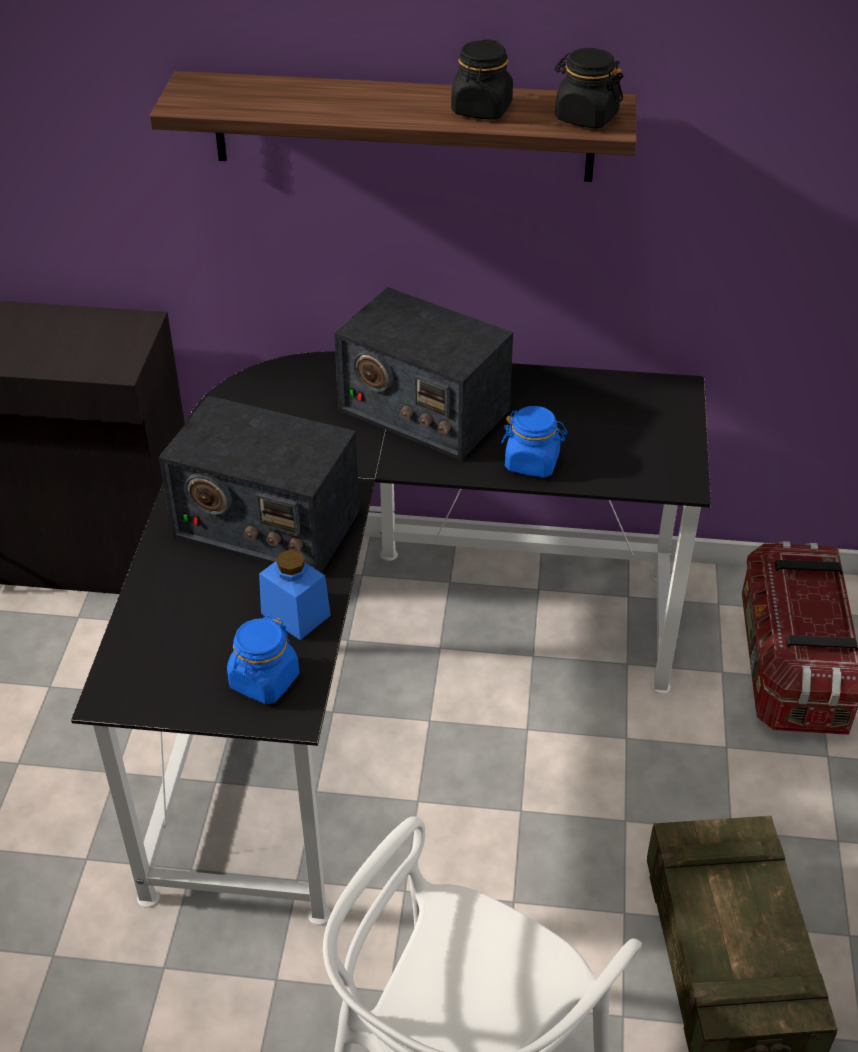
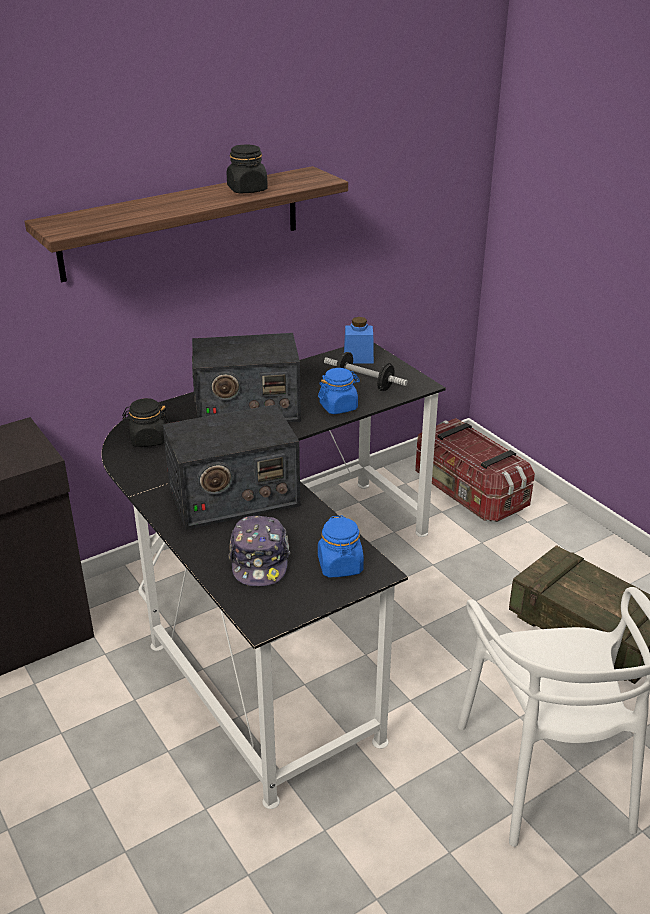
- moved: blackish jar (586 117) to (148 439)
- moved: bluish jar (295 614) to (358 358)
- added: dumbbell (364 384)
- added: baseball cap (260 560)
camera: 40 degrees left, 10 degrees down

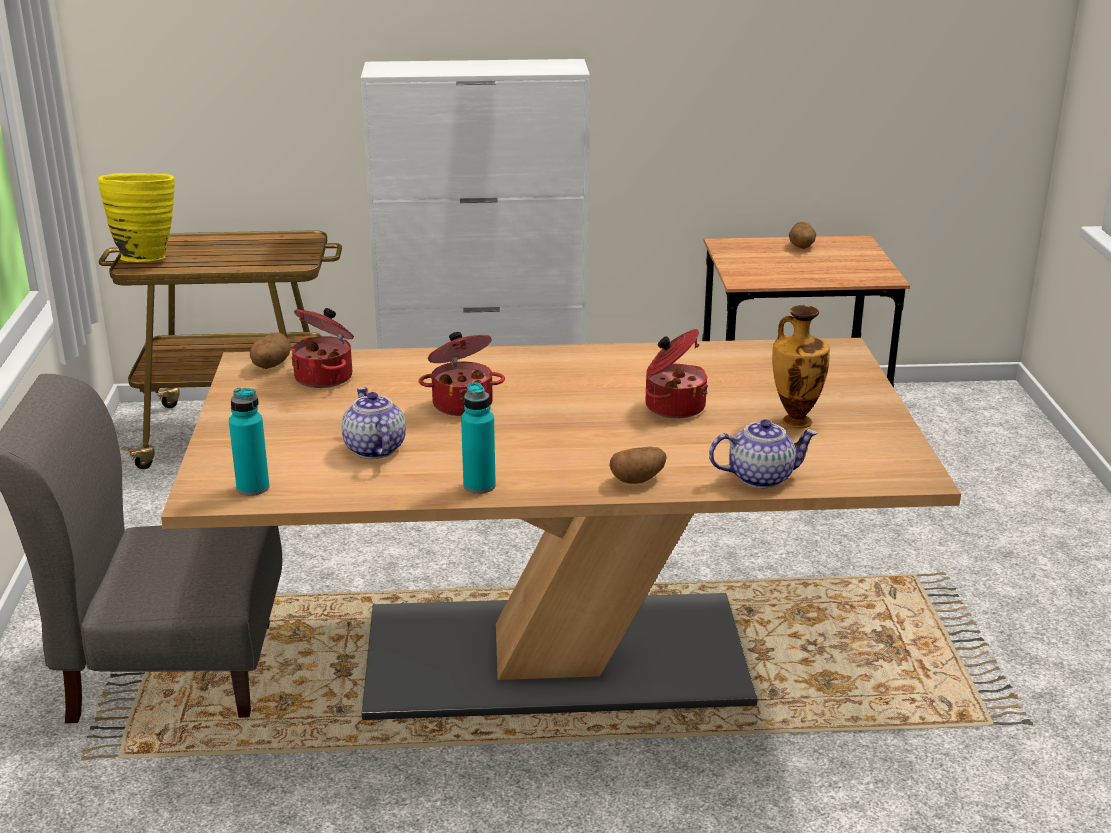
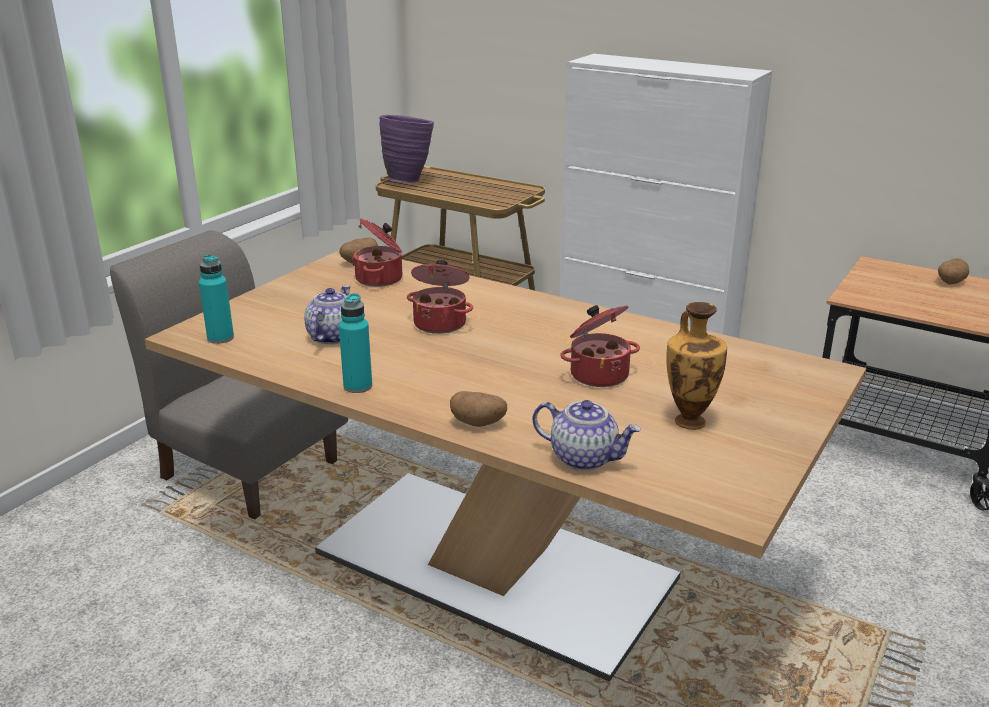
- recoloured: yellow-coloured flower vase (146 257) to purple-coloured flower vase (408 180)
camera: 35 degrees right, 0 degrees up

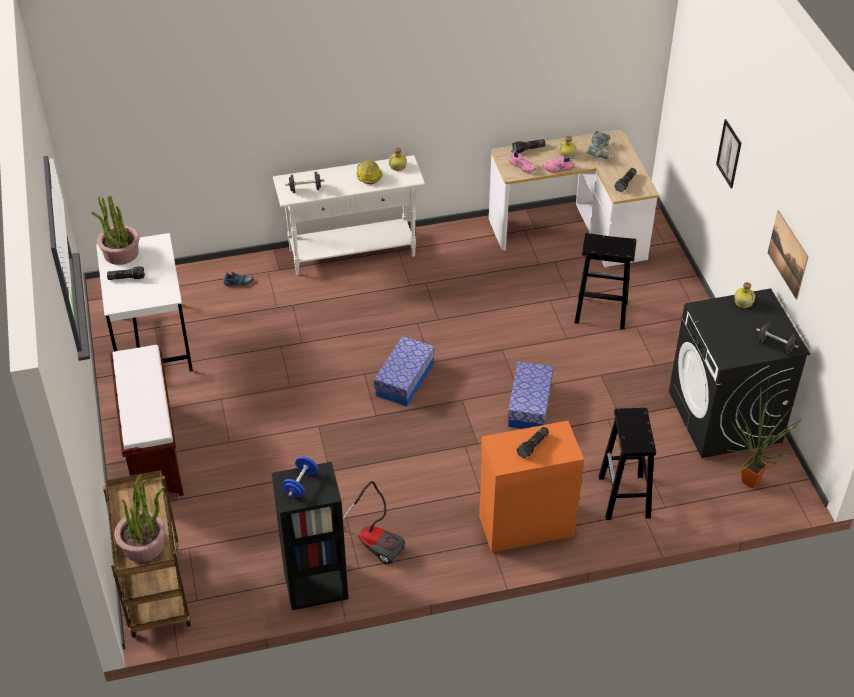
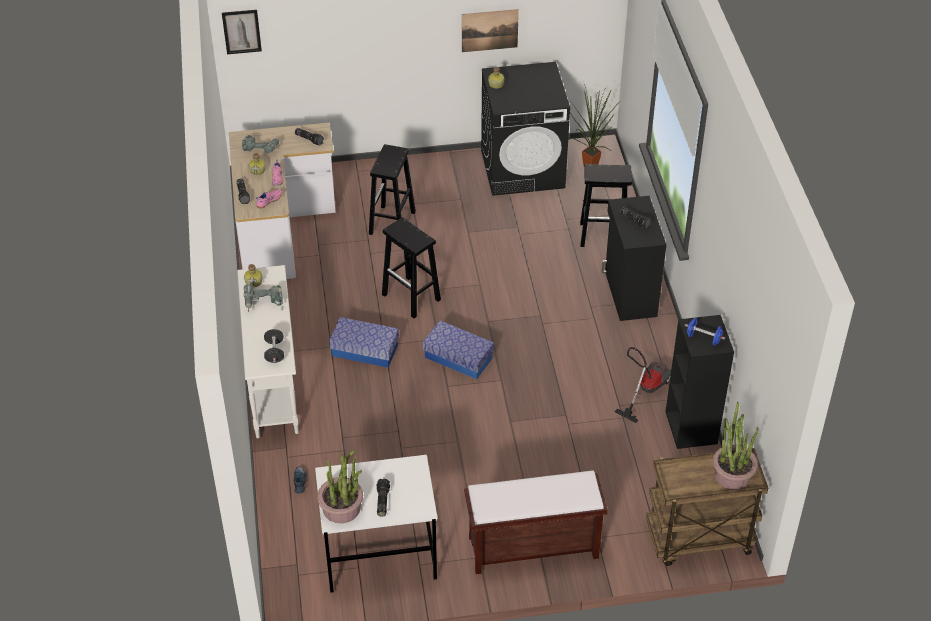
- moved: wall art (729 153) to (241 31)
- replaced: hard hat (368 176) to power drill (264 304)
- removed: blackish dumbbell (775 345)
- moved: storage bin (529 405) to (365 350)
- recoloured: orange-coloured cupboard (525 525) to blackish cupboard (629 294)
- added: blackish stool seat (412 298)
camera: 85 degrees left, 0 degrees up

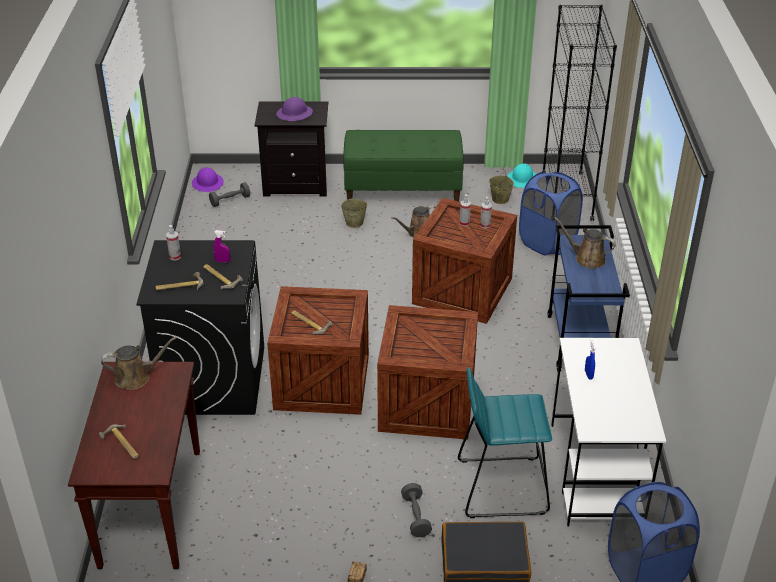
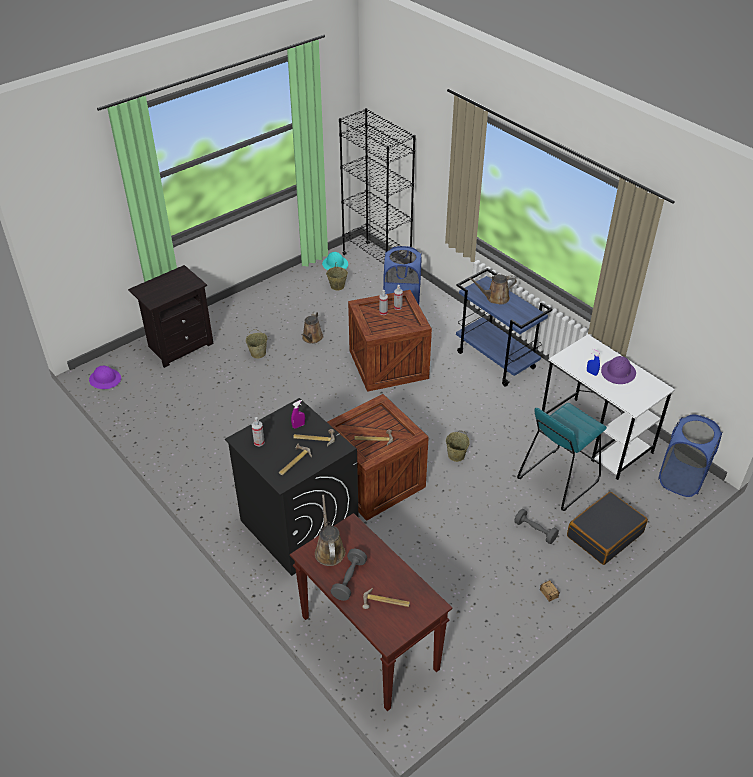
- moved: purple-coloured hard hat (294 114) to (618 373)
- removed: green long seat (403 190)
- moved: gray dumbbell (230 201) to (349 580)
- replaced: crate (425 405) to beige water bucket (456 455)
- turned: brown-coloured watering can (136 377) = (329 550) 45 degrees counterclockwise
camera: 40 degrees left, 5 degrees up

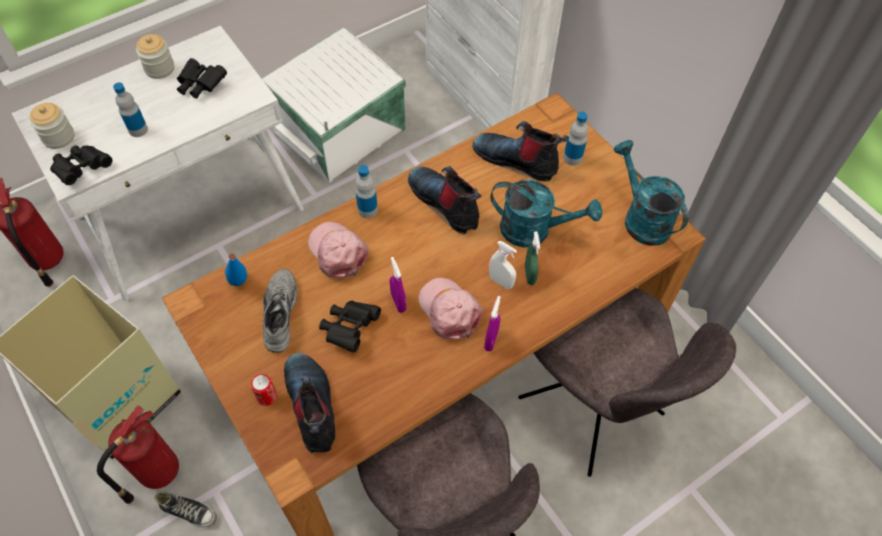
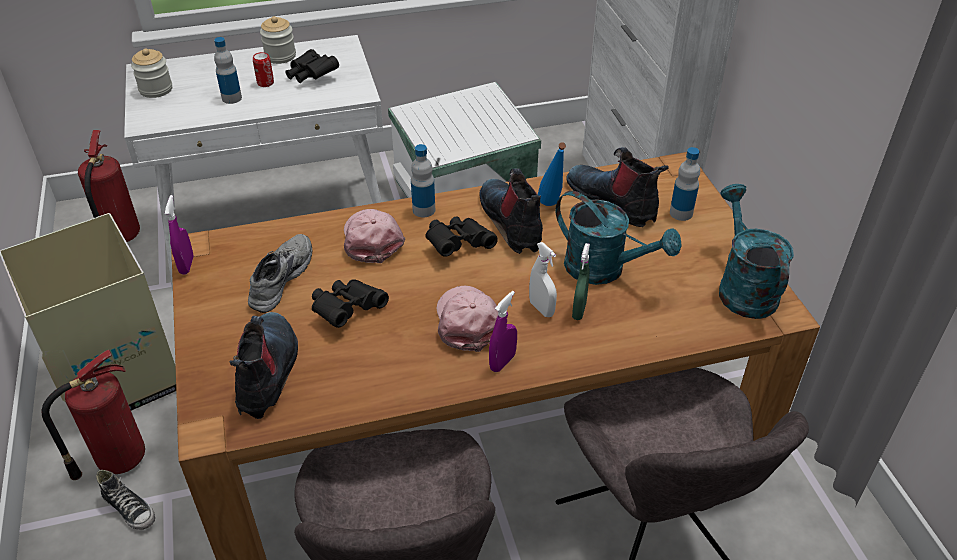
- moved: blackish binoculars (82 169) to (458 245)
- moved: bluish bottle (242 287) to (551 207)
- moved: purple-coloured sprayer (398 302) to (186 265)
- moved: metal can (267 396) to (265 83)
camera: 20 degrees right, 15 degrees down

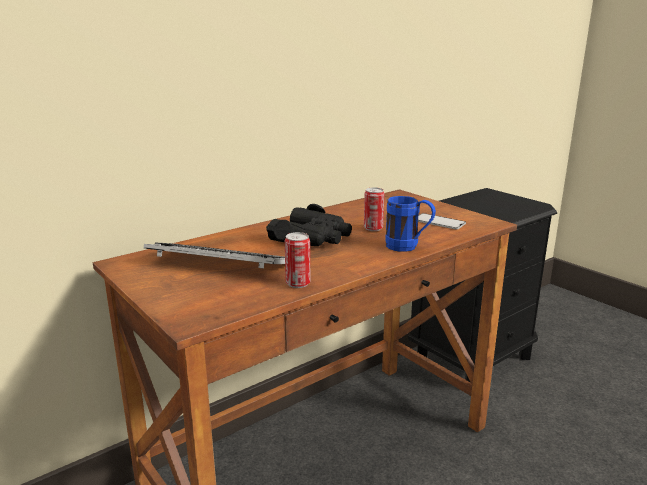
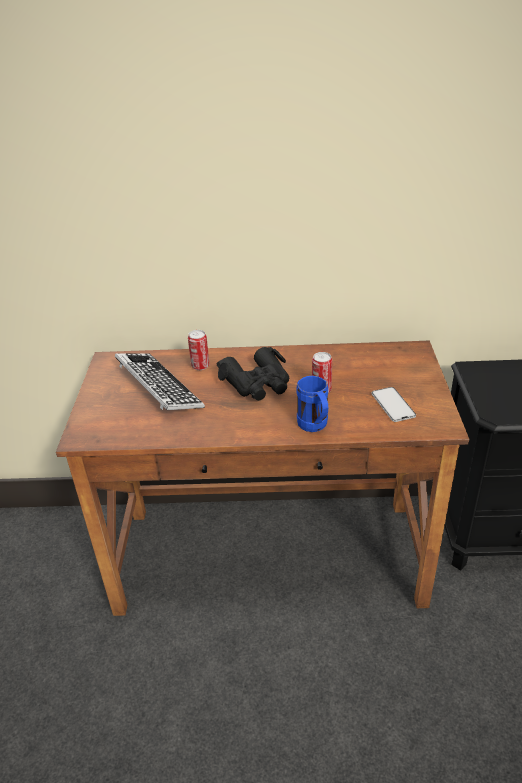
- moved: metal can (298 283) to (200 366)
camera: 40 degrees right, 15 degrees up

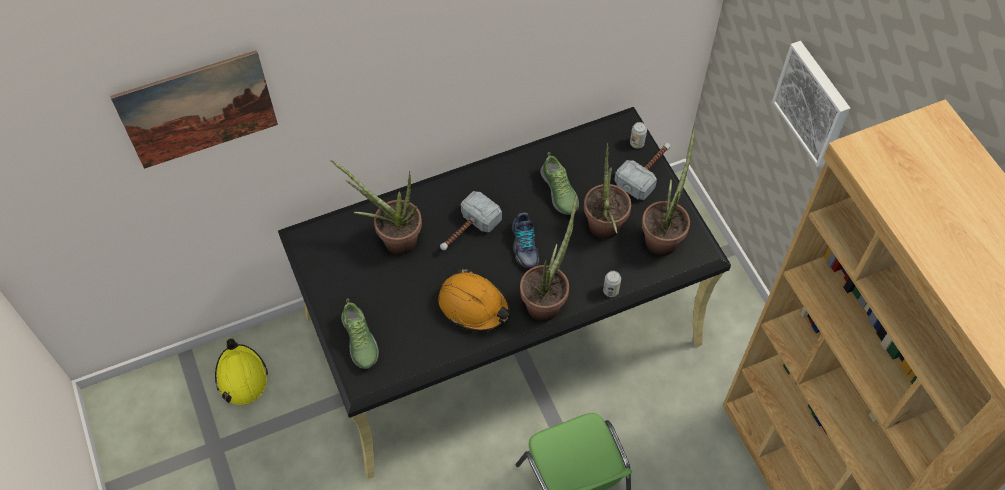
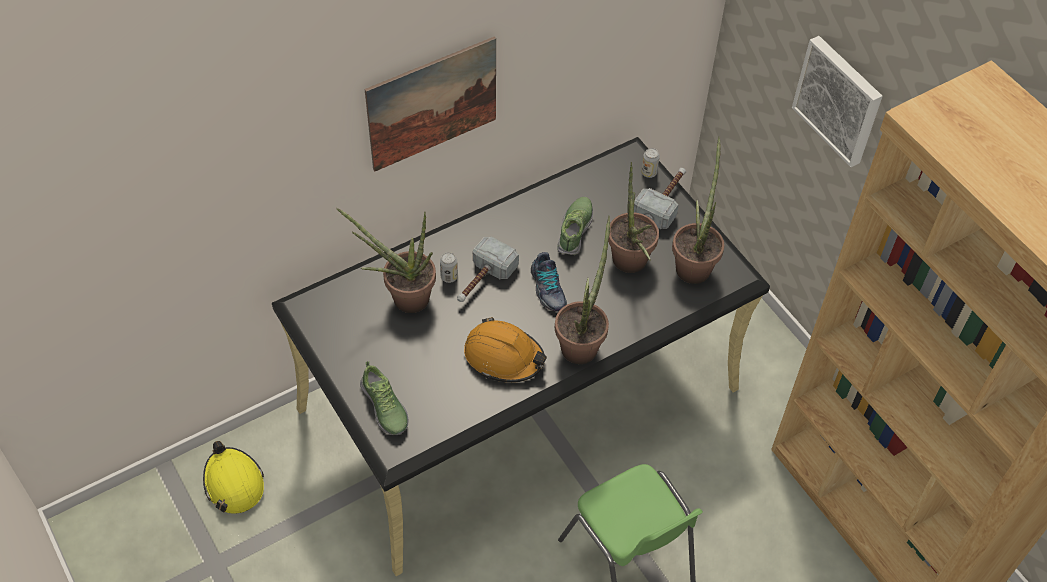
- moved: wall art (198 109) to (432 104)
- turned: shoe (559 192) = (575 230) 135 degrees counterclockwise
- moved: metal can (610 291) to (449 277)
camera: 10 degrees left, 5 degrees down

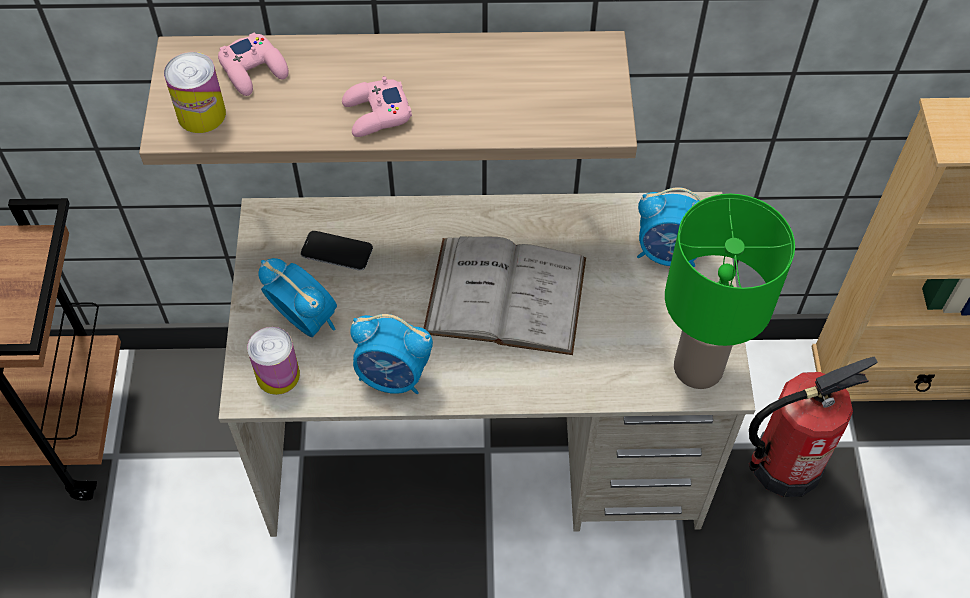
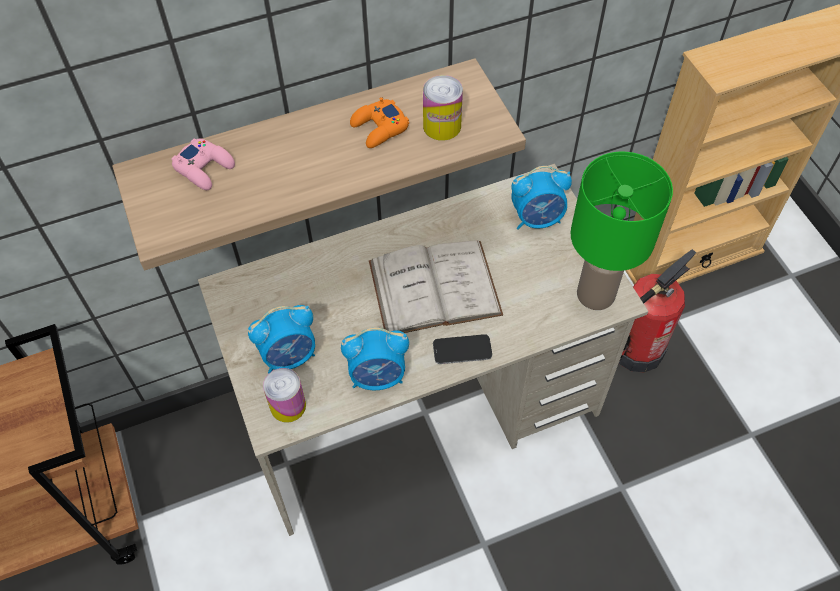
- moved: metal can (201 114) to (442 126)
- removed: pink joypad (376 114)
- moved: handset (337 251) to (462 350)
- turned: table clock (304 319) = (289 356) 135 degrees clockwise
- added: orange-coloured joypad (379 128)
camera: 20 degrees left, 0 degrees up

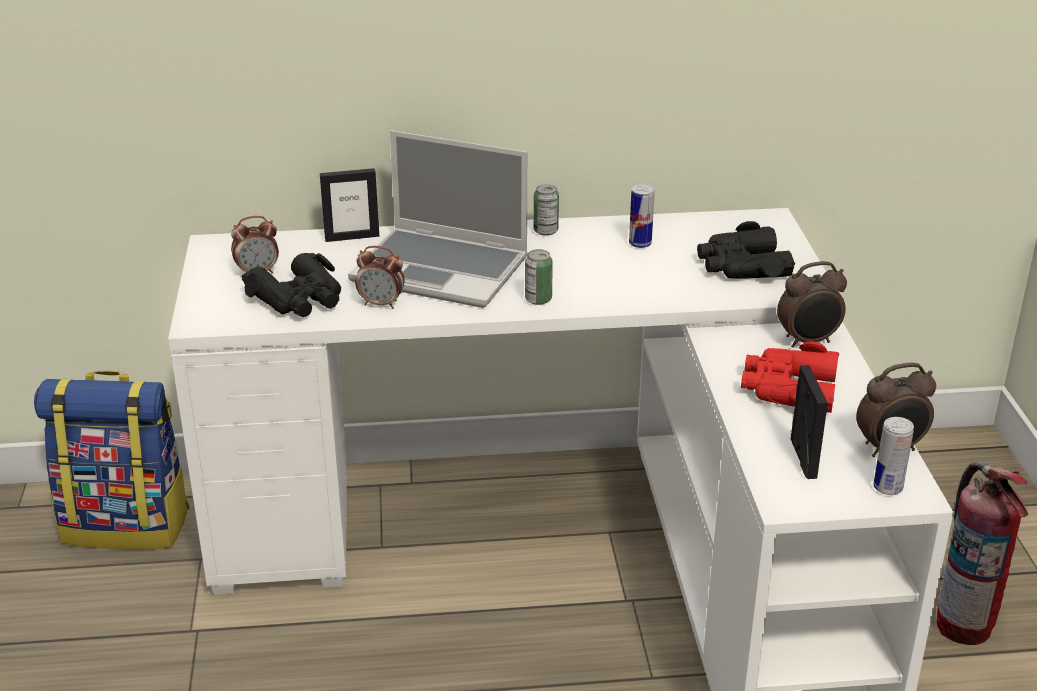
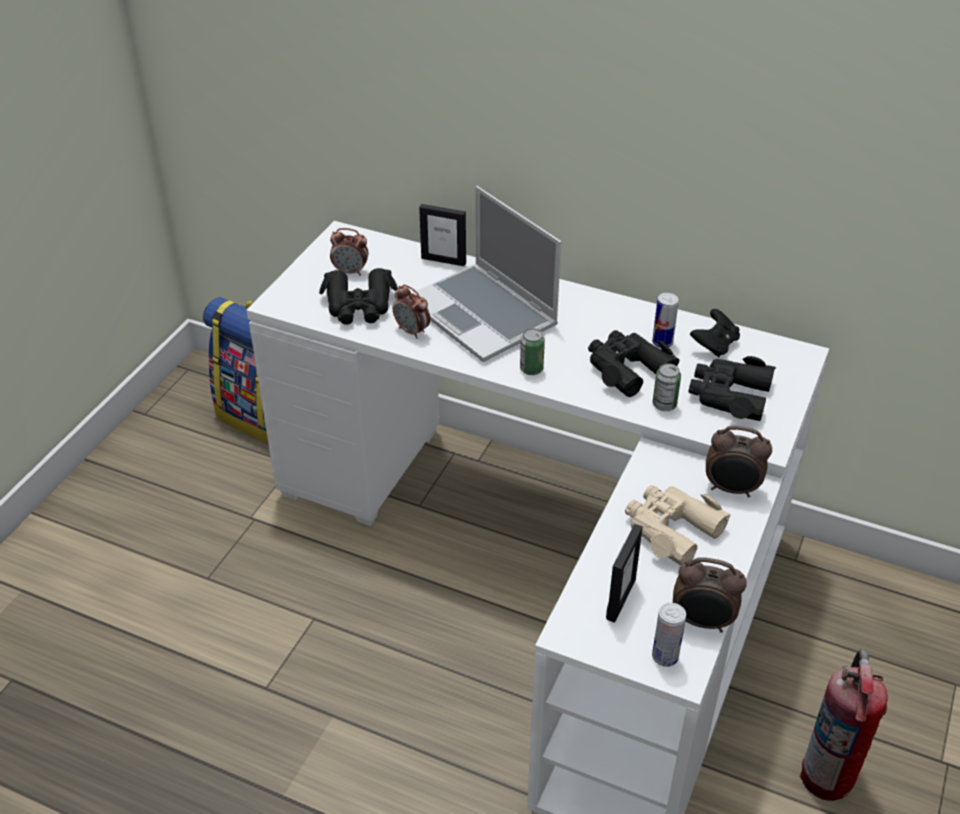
- moved: metal can (545 231) to (664 405)
- recoloured: reddish binoculars (789 389) to beige binoculars (671 529)
- added: blackish joypad (714 345)
- added: blackish binoculars (626 368)
camera: 30 degrees right, 10 degrees up

